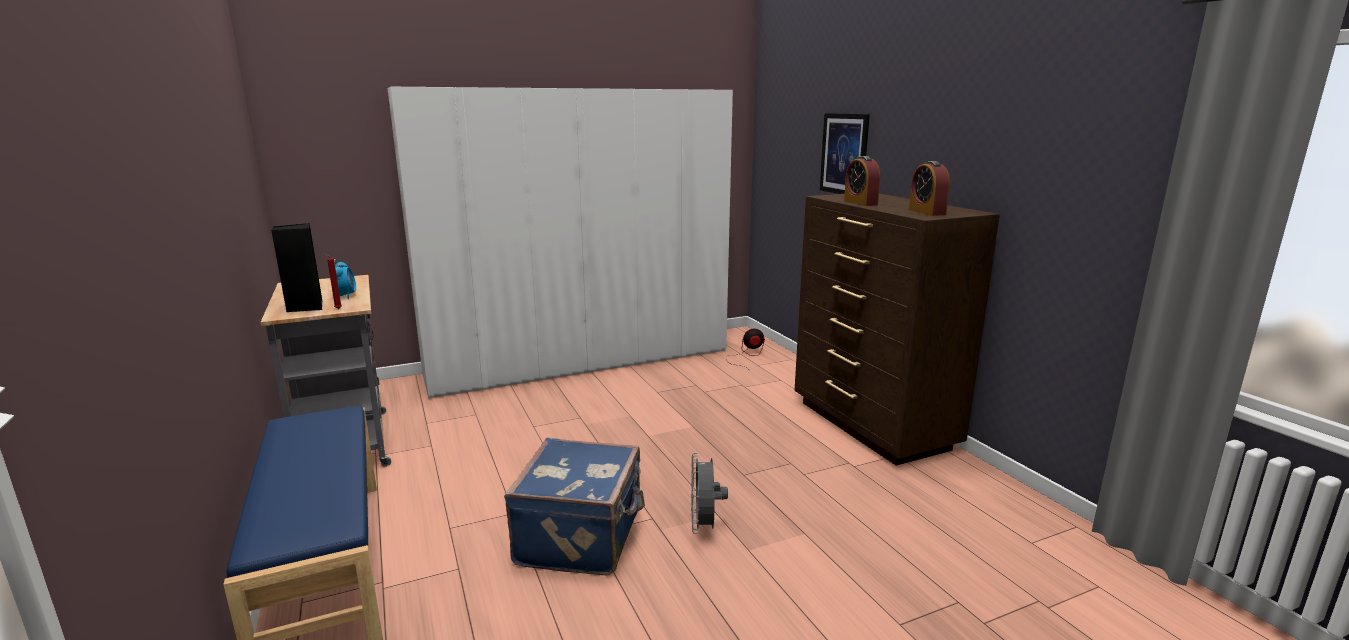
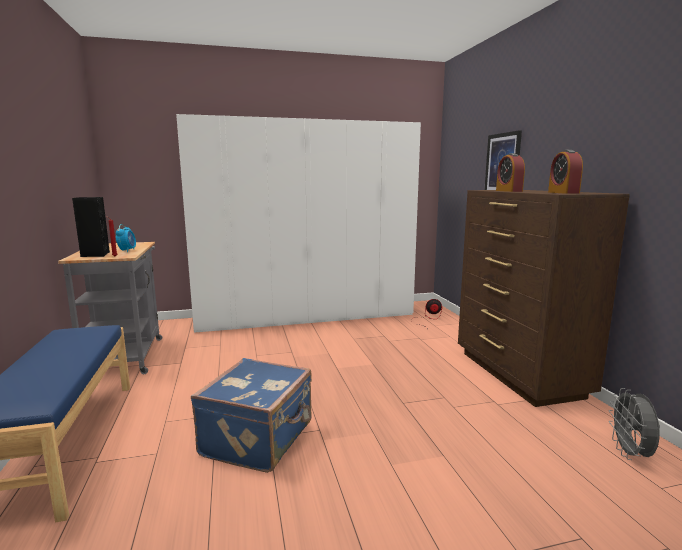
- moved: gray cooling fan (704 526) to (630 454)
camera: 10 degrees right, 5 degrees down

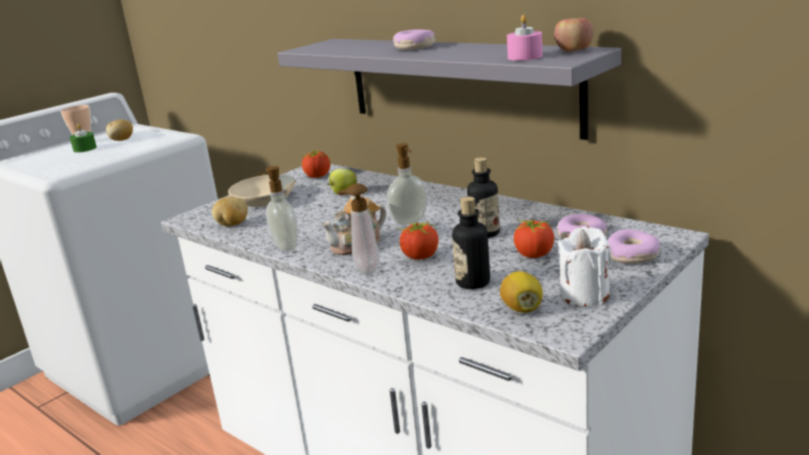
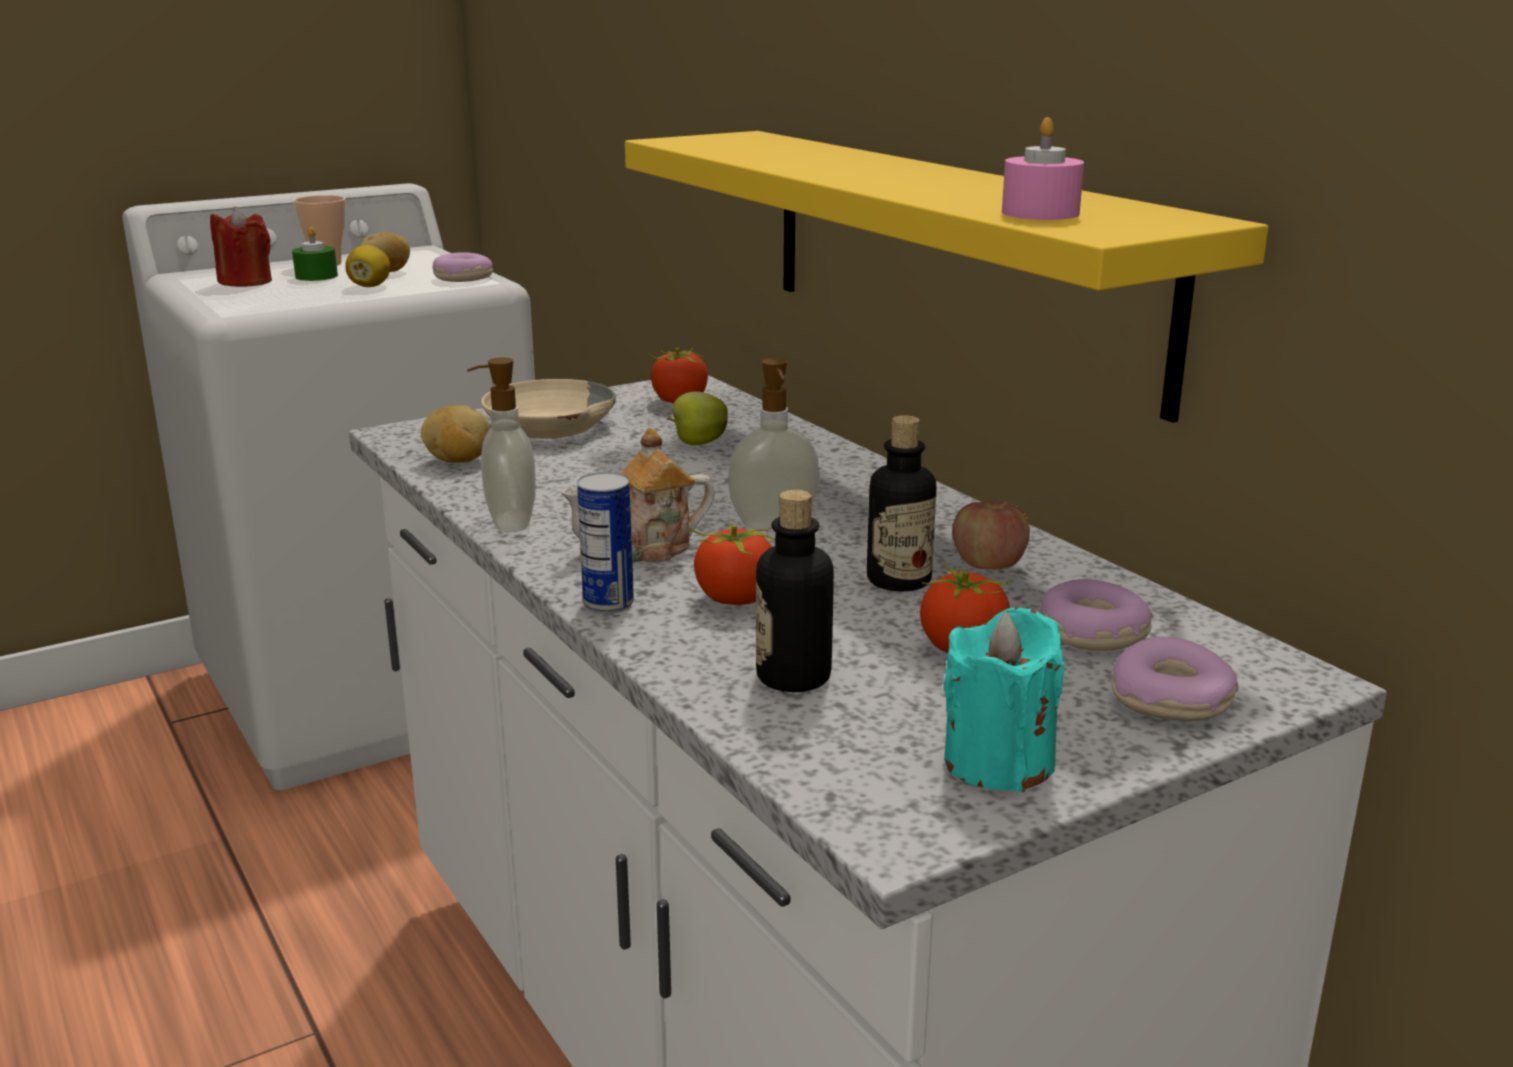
- moved: whole apple (573 51) to (988 565)
- moved: doughnut (414 47) to (462 278)
- recoloured: gray shelf (458 84) to yellow-coloured shelf (955 258)
- replaced: soap bottle (364 271) to metal can (608 604)
- recoloured: whitish candle (584 295) to blue-green candle (998 762)
- moved: citrus fruit (522 309) to (370 286)
- added: reddish candle (245 281)
camera: 15 degrees right, 0 degrees up

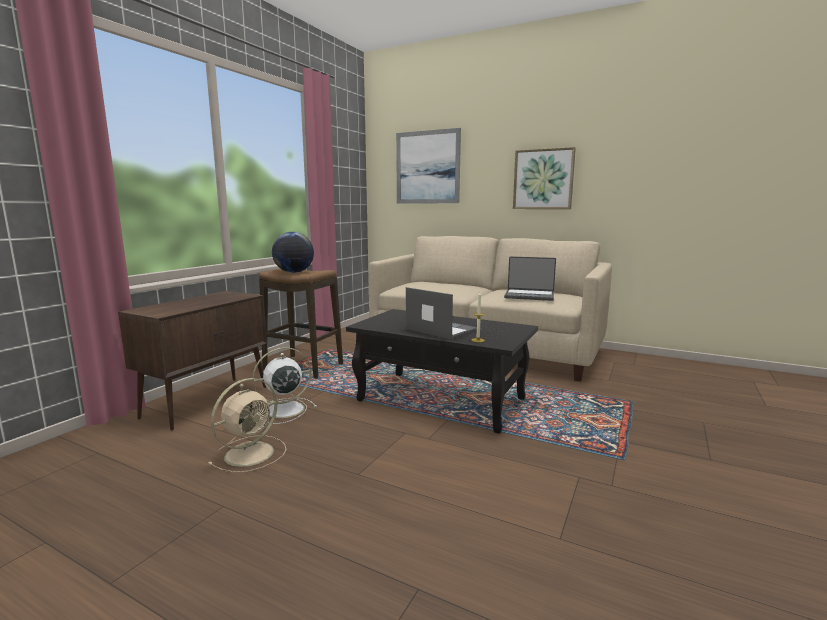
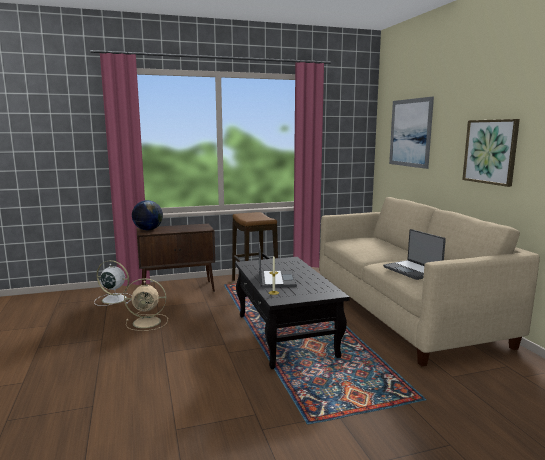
- moved: desk globe (294 272) to (148 230)
- moved: whitish cooling fan (283 410) to (113 299)
camera: 45 degrees right, 0 degrees up

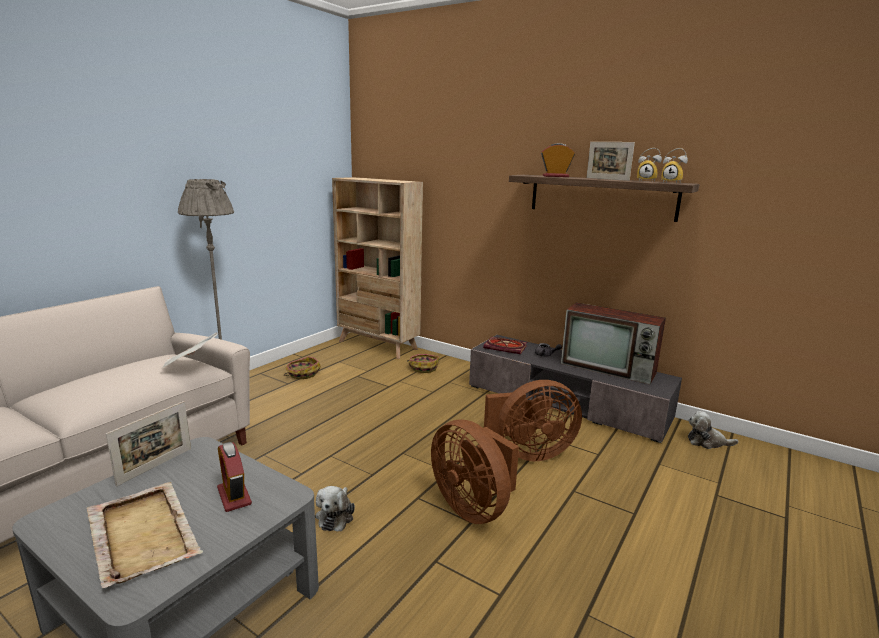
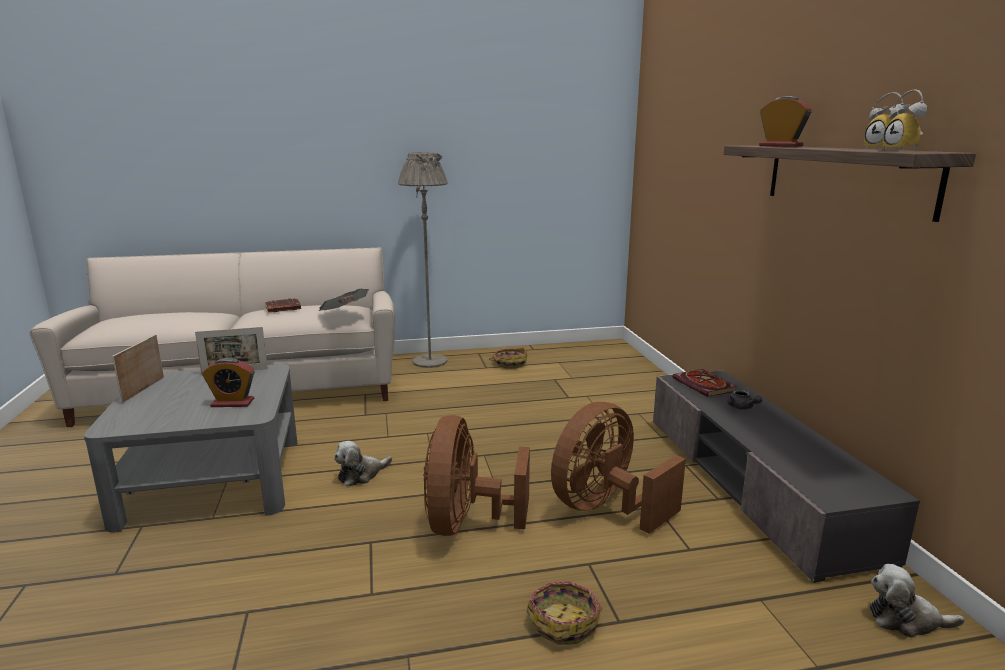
- moved: standing frame (607 179) to (143 389)
- removed: beige bookshelf (378 345)
- removed: TV (609 368)
- moved: basket (423 368) to (564 622)
- turned: brown-coloured cooling fan (529 452) = (605 508) 105 degrees clockwise
- turned: plush toy (707 442) = (906 620) 45 degrees counterclockwise
- turned: table clock (234 496) = (232 403) 105 degrees counterclockwise
- removed: beige carrying tray (142 533)
- added: brown-coloured bound book (283 309)
camera: 45 degrees right, 0 degrees up

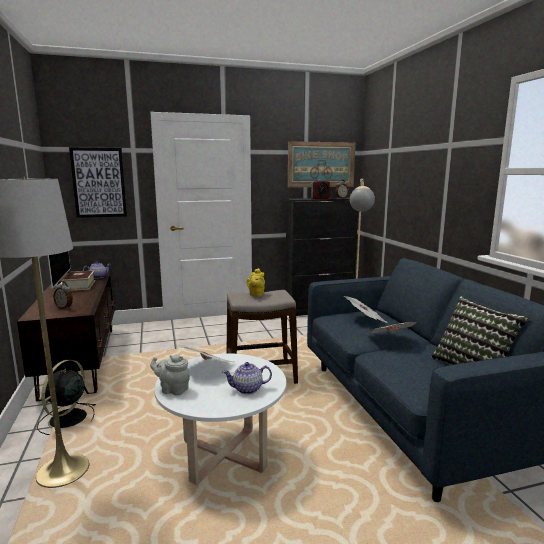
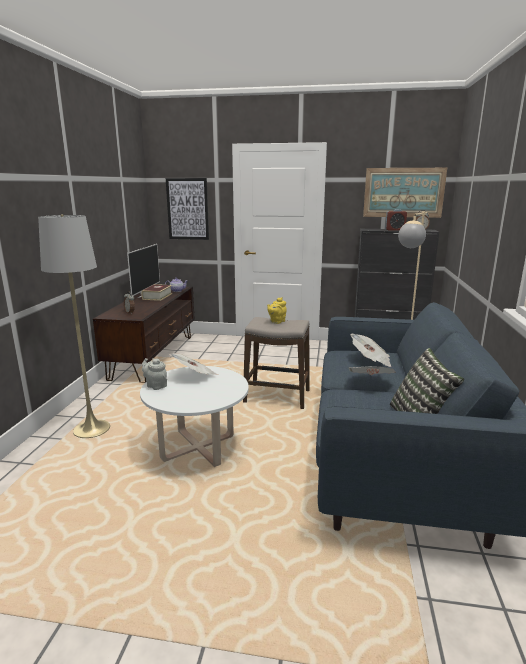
- removed: blackish cooling fan (67 420)
- removed: teapot (247 389)
camera: 25 degrees right, 5 degrees up

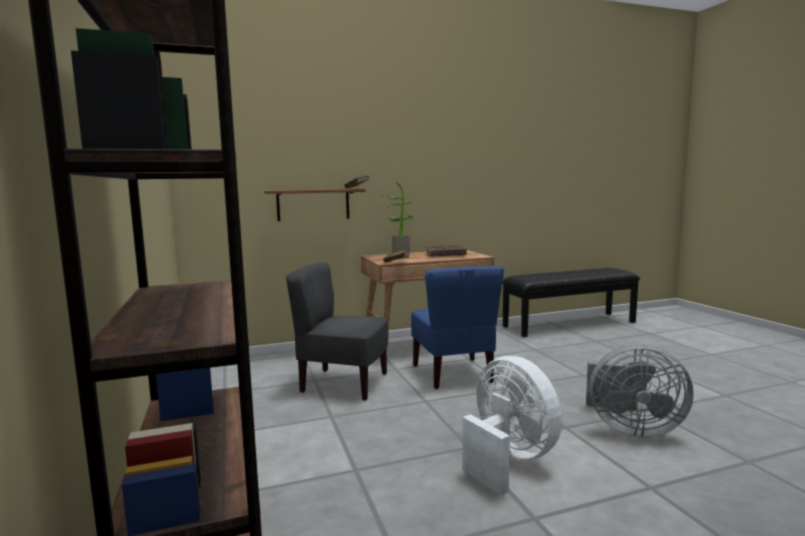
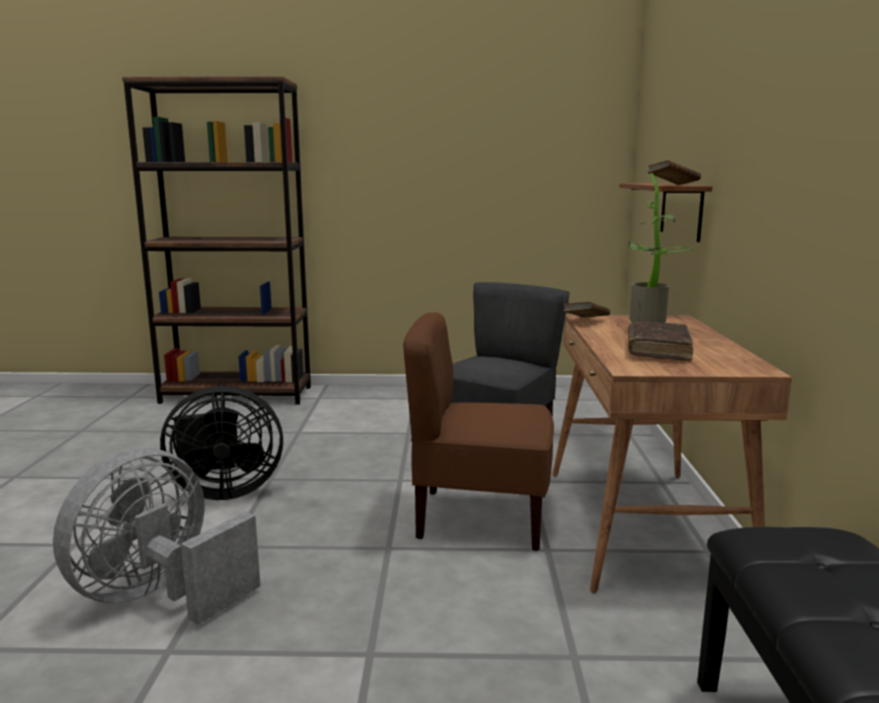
- recoloured: bluish upright chair (453 374) to brown-coloured upright chair (479 518)
- recoloured: whitish cooling fan (508 459) to blackish cooling fan (223 491)
camera: 110 degrees right, 5 degrees up

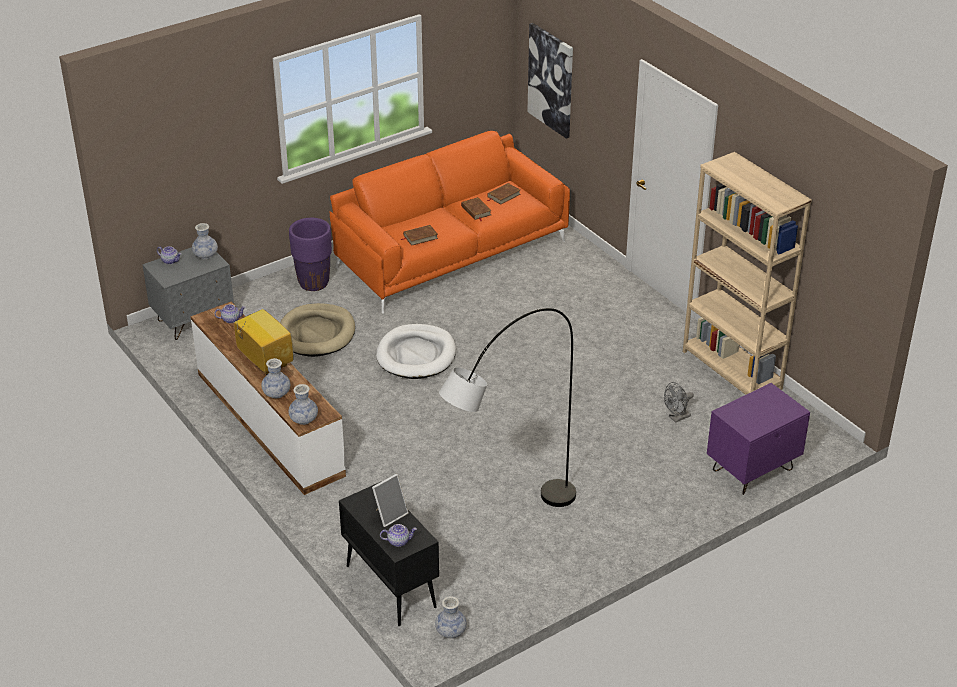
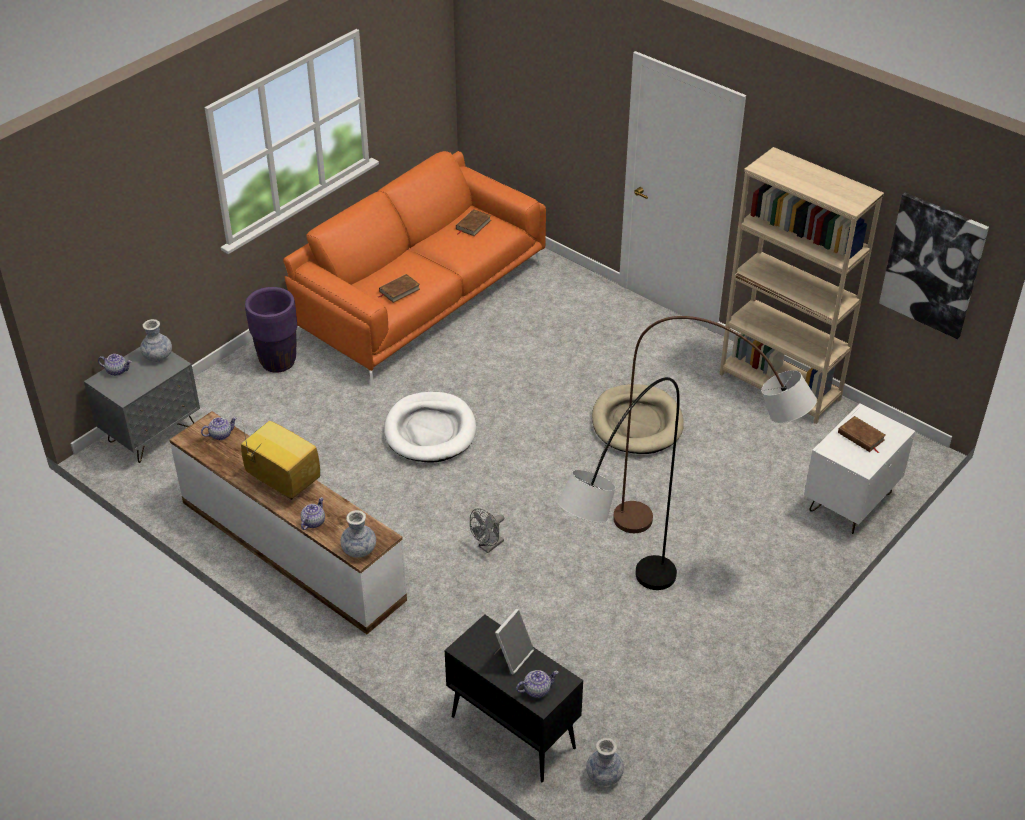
- moved: wall art (551 80) to (933 265)
- moved: brown-coloured bound book (476 211) to (861 437)
- moved: beige dog cushion (316 333) to (637 423)
- replaced: flower vase (276 393) to teapot (313 522)
- moved: gray cooling fan (677 418) to (488 546)
- recoloured: purple-coloured nightstand (752 471) to whitish nightstand (850 503)
- added: brown-coloured standard lamp (702 544)
camera: 15 degrees left, 5 degrees up

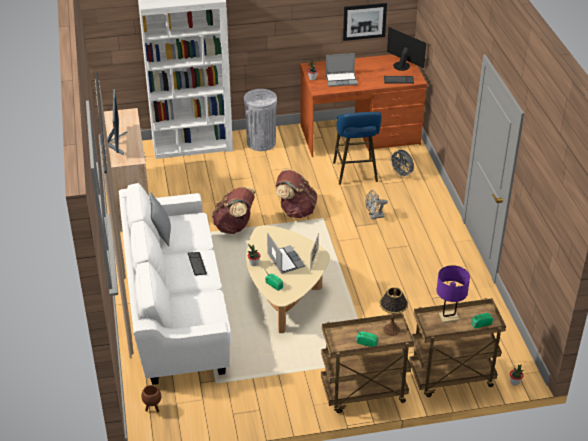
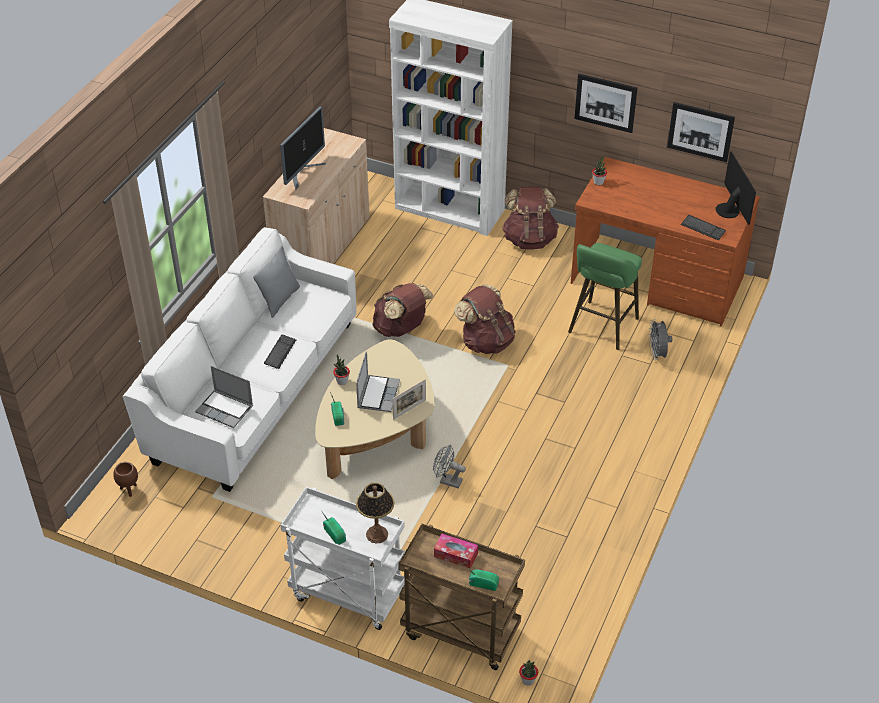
- moved: notebook computer (341 79) to (225 409)
- replaced: gray trash can (261 142) to brown-coloured backpack (529 239)
- recoloured: bluish stool seat (355 174) to green stool seat (601 328)
- moved: gray cooling fan (374 216) to (447 481)
- replaced: purple-coloured table lamp (448 317) to tissue holder (455 555)
- recoloured: brown-coloured wheeled cart (363 393) to whitish wheeled cart (346 594)
- added: wall art (605 102)
camera: 35 degrees right, 5 degrees up

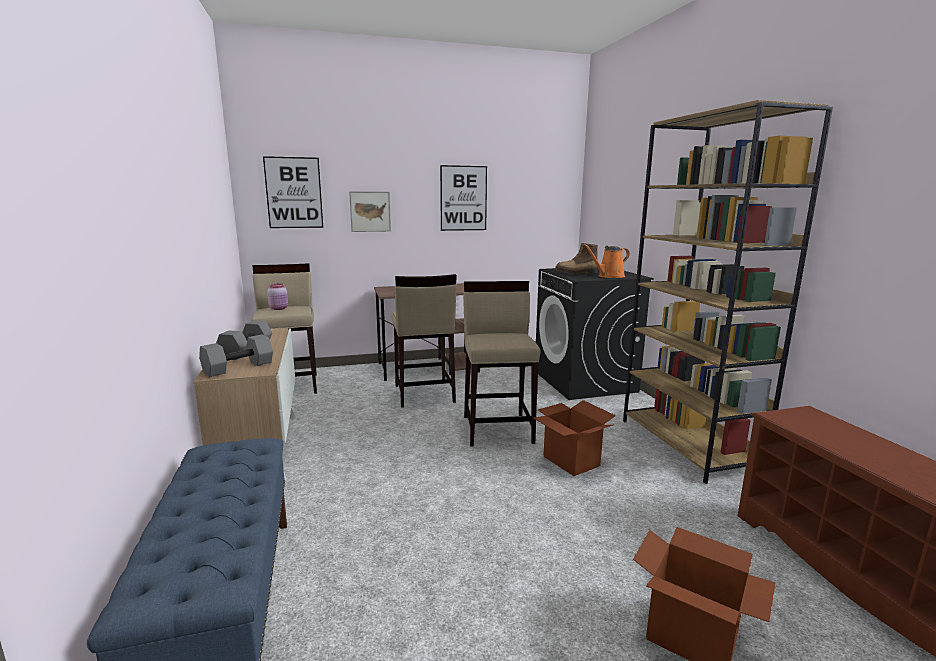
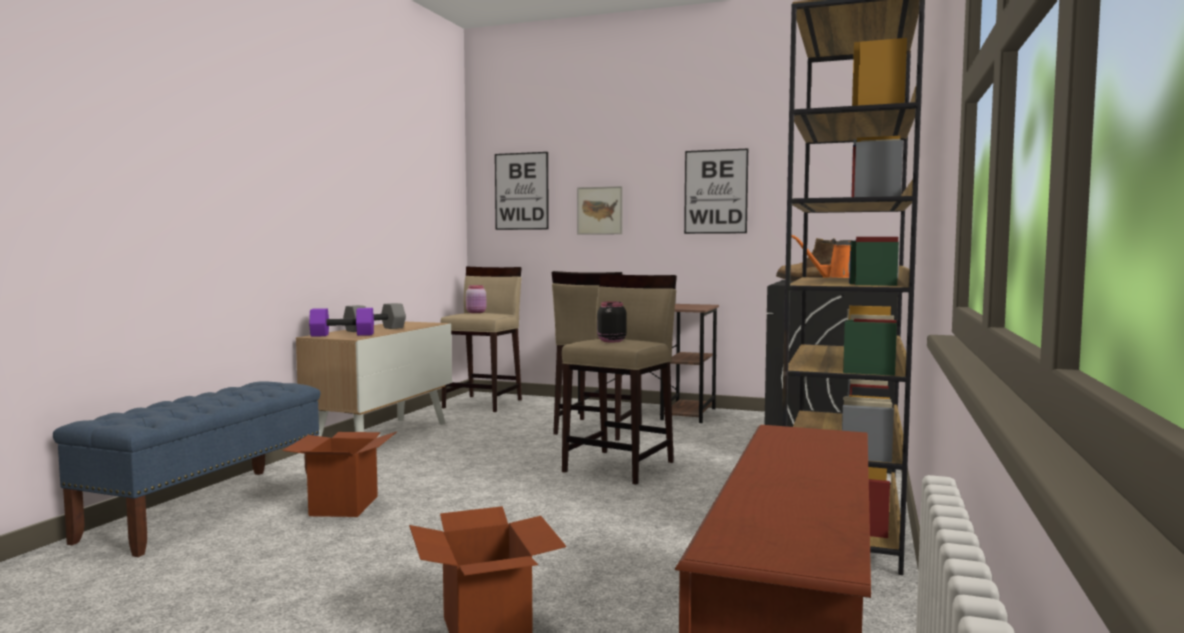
- recoloured: gray dumbbell (238 367) to purple-coloured dumbbell (343 335)
- moved: cardboard box (570 461) to (344 506)
- added: blackish jar (610 341)
camera: 35 degrees right, 10 degrees down

